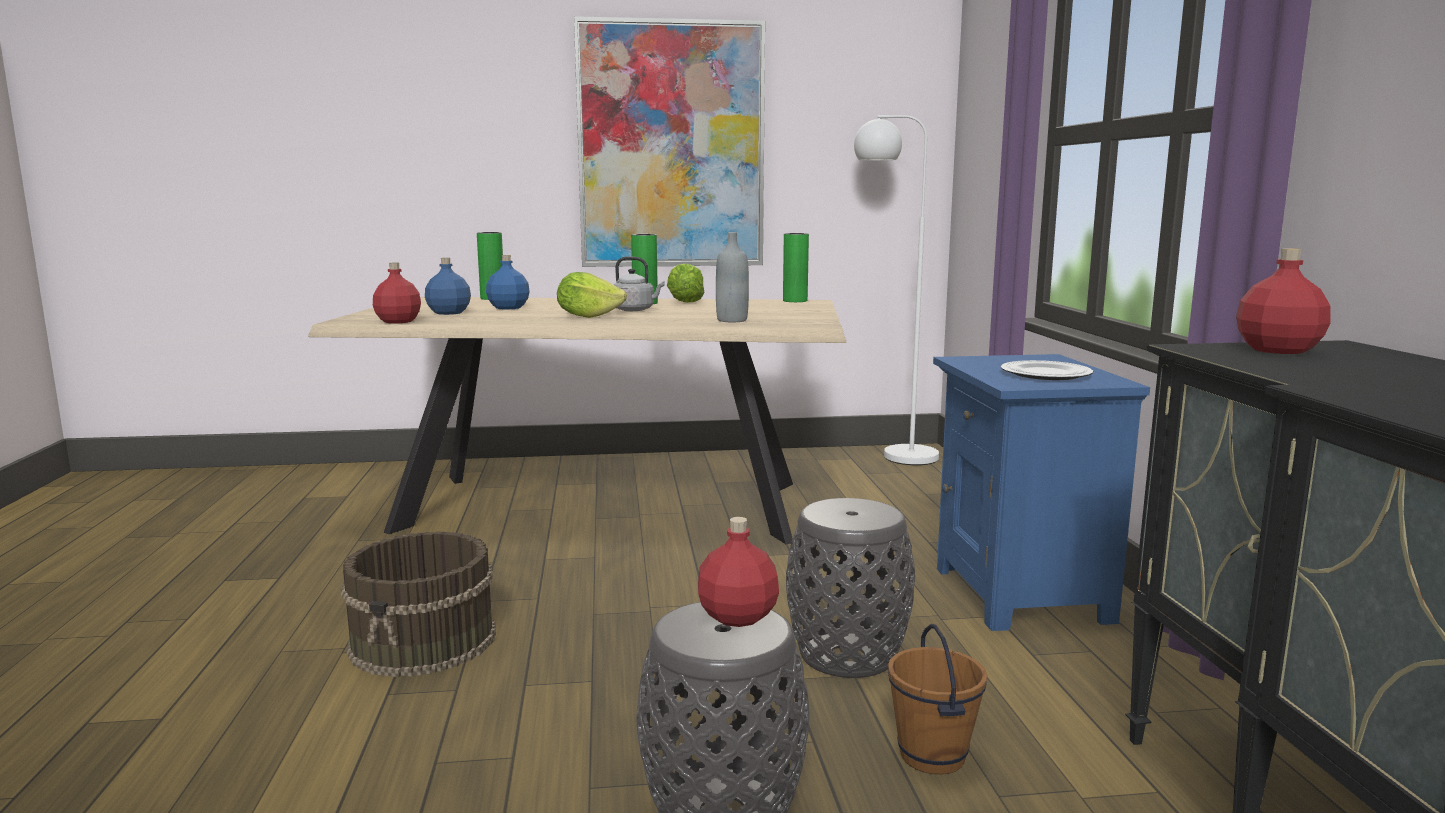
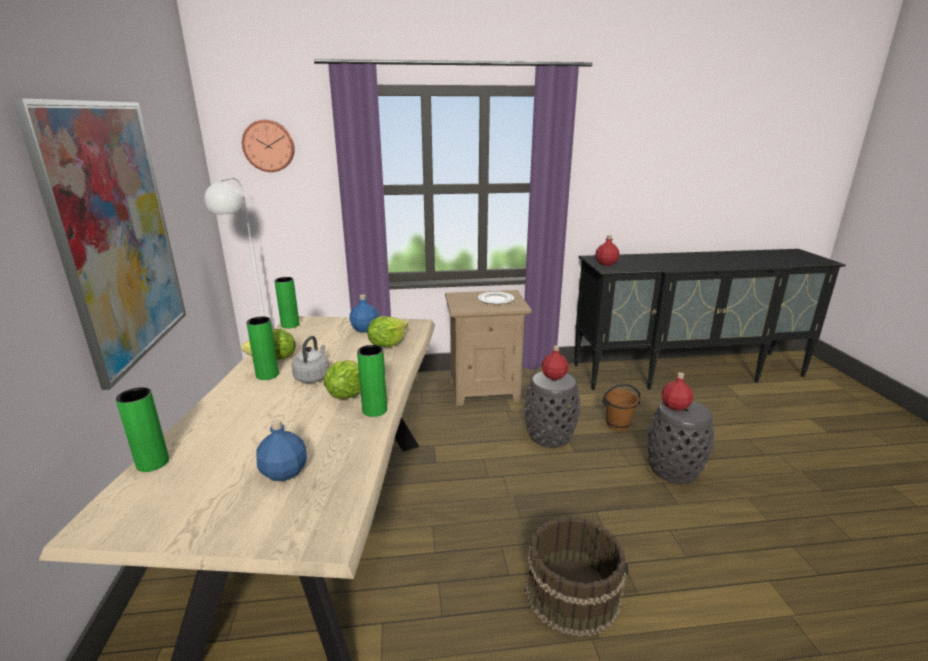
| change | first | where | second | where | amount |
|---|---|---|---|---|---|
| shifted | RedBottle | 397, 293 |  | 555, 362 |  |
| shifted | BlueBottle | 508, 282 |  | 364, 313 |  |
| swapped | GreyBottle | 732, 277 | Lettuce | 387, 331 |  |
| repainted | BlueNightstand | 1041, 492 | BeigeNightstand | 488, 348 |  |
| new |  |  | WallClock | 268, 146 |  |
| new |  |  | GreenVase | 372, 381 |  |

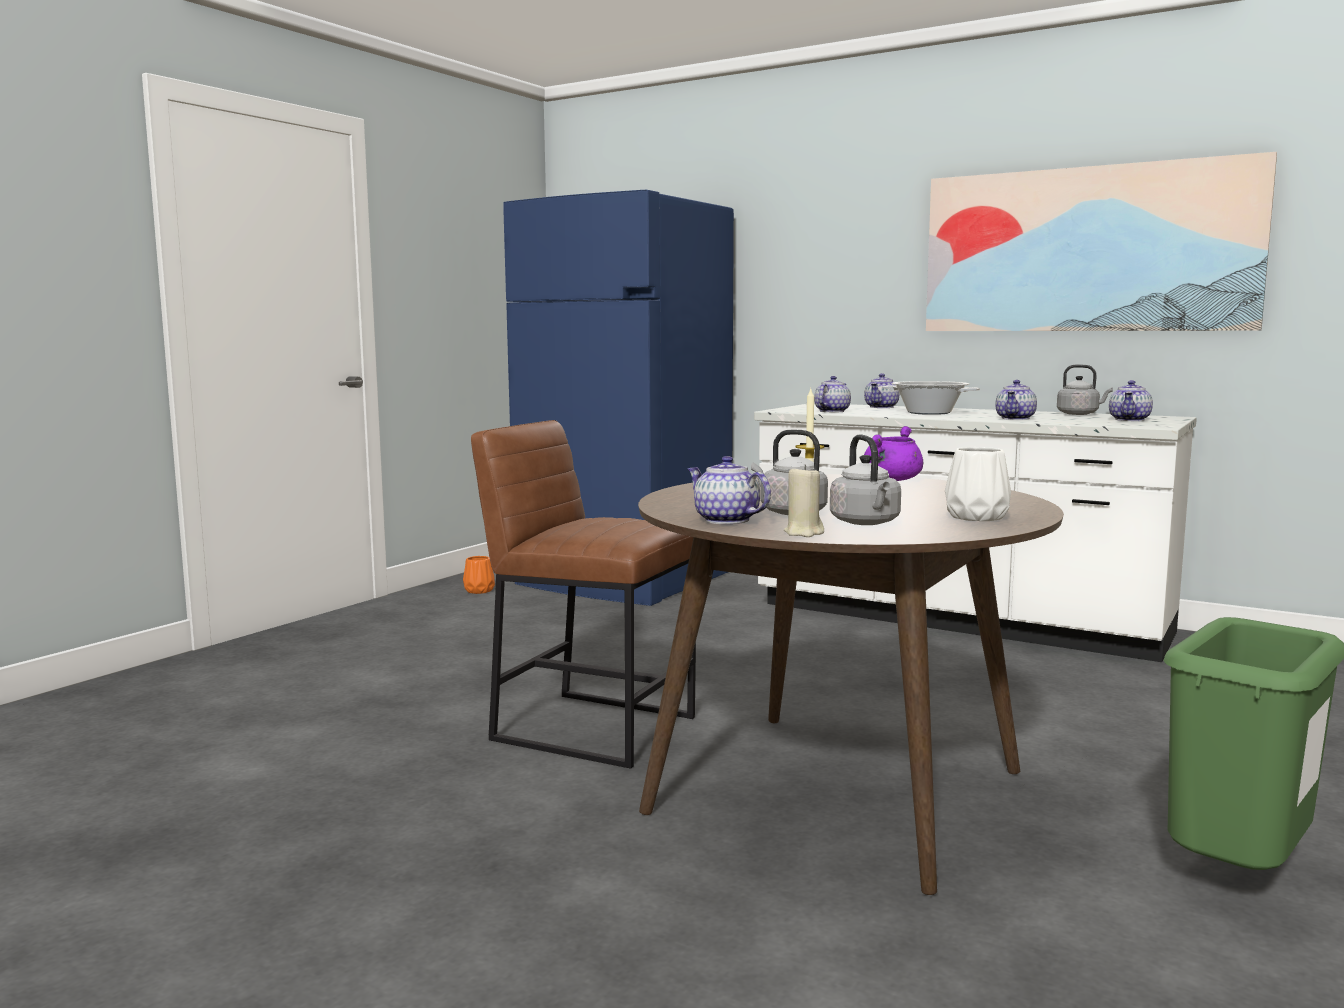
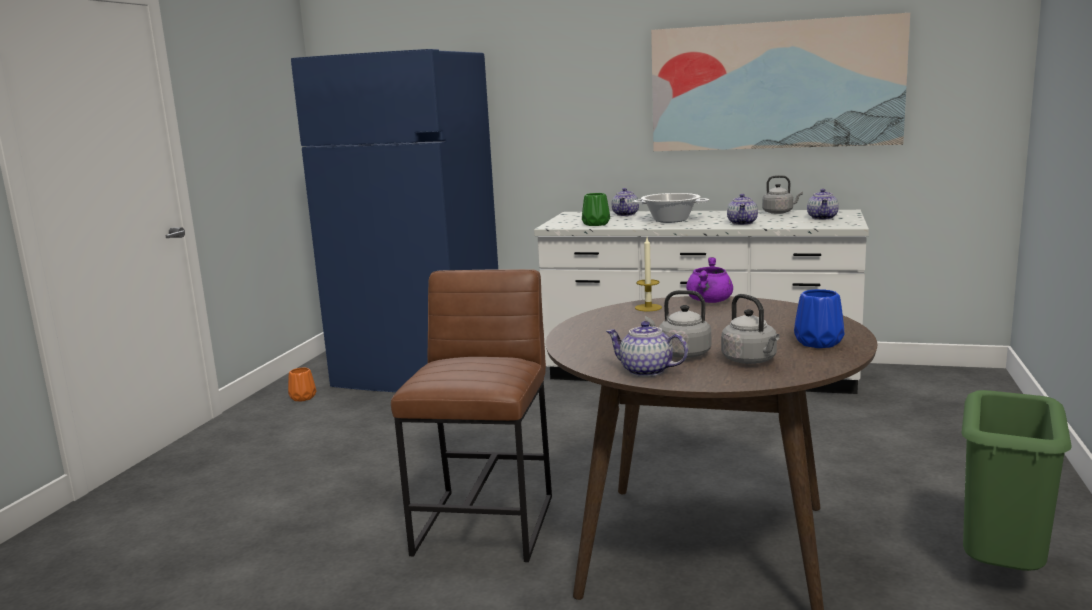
| change | first | where | second | where | amount |
|---|---|---|---|---|---|
| rotated | BrownChair | 583, 594 |  | 471, 415 | 90 degrees clockwise |
| gone | BeigeCandle | 804, 500 |  |  |  |
| swapped | Teapot | 832, 394 | GreenVase | 596, 209 |  |
| repainted | WhiteVase | 978, 484 | BlueVase | 819, 318 |  |

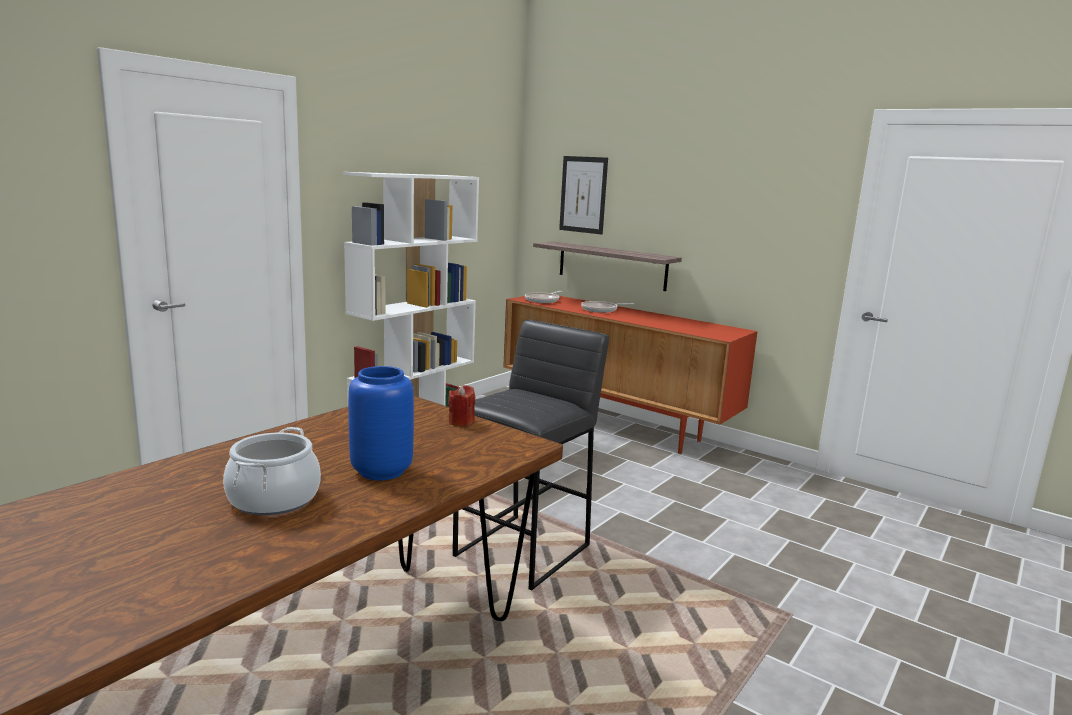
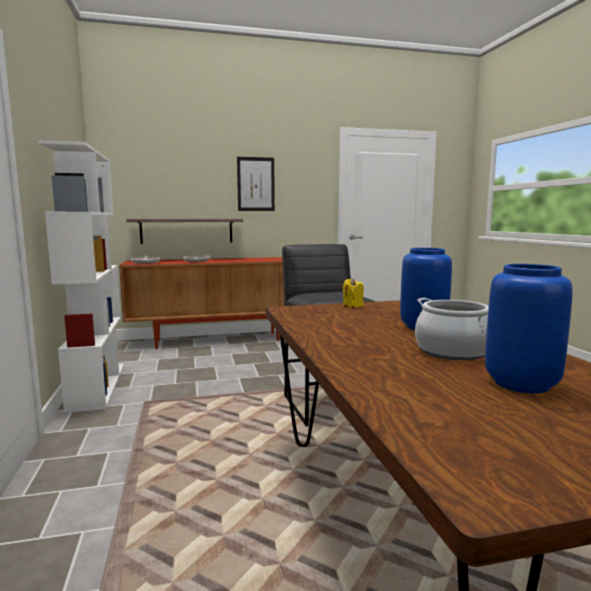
| change | first | where | second | where | amount |
|---|---|---|---|---|---|
| repainted | RedCandle | 461, 405 | YellowCandle | 353, 293 |  |
| shifted | Picture | 583, 195 |  | 256, 184 |  |
| new |  |  | BlueVase | 529, 329 |  |

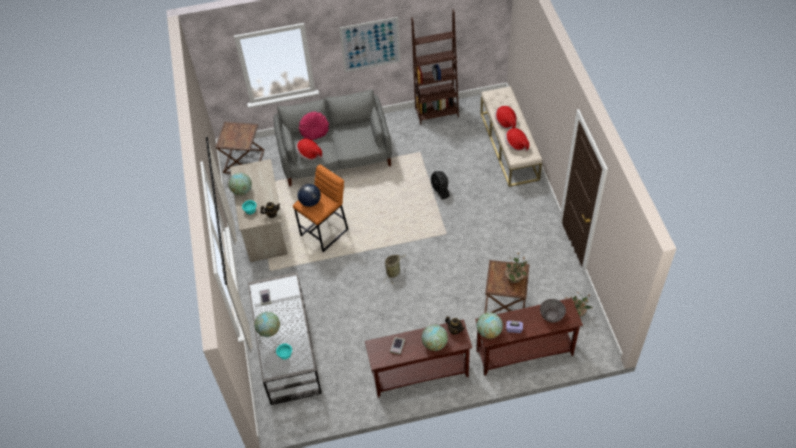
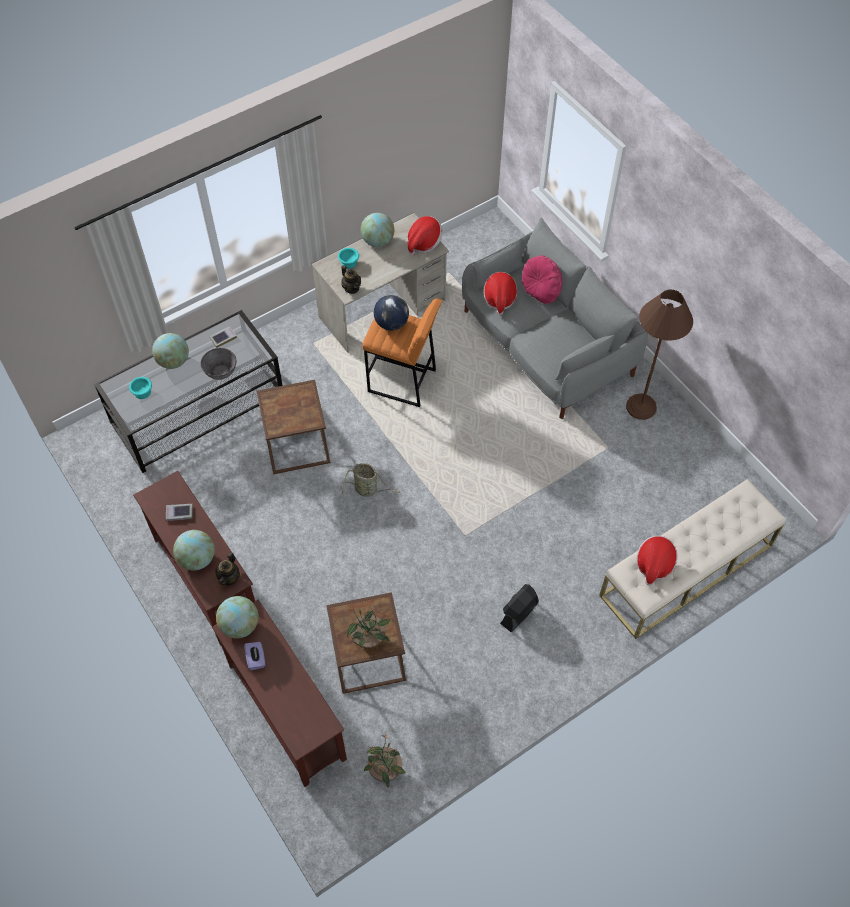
| change | first | where | second | where | amount |
|---|---|---|---|---|---|
| shifted | BrownSideTable | 239, 147 |  | 293, 427 |  |
| gone | Picture | 369, 44 |  |  |  |
| gone | BrownBookcase | 435, 67 |  |  |  |
| shifted | BlackFan | 440, 185 |  | 519, 608 |  |
| shifted | Hat | 506, 117 |  | 425, 235 |  |
| shifted | GreyBowl | 553, 311 |  | 218, 364 |  |
| new |  |  | BrownFloorLamp | 659, 354 |  |

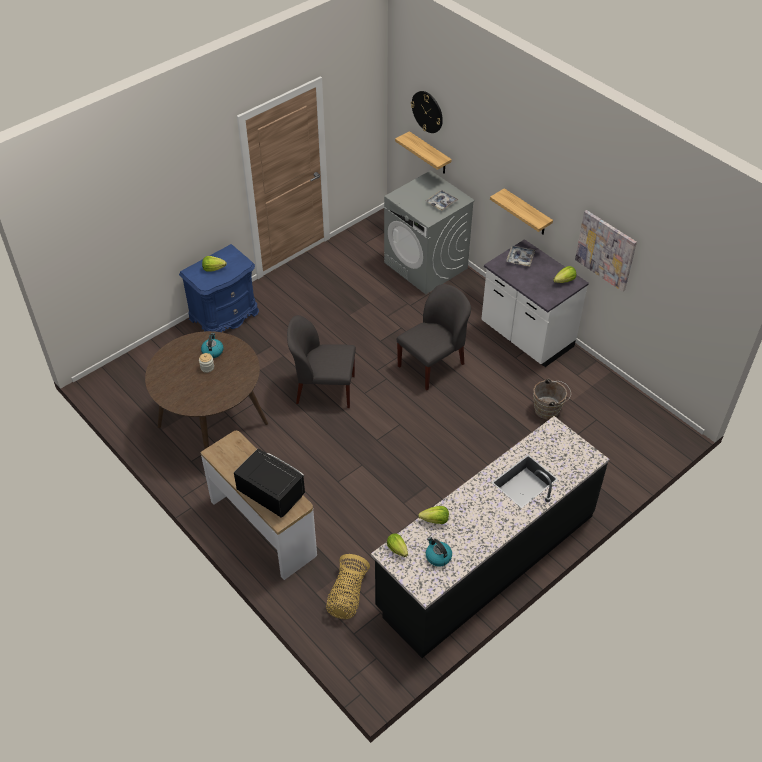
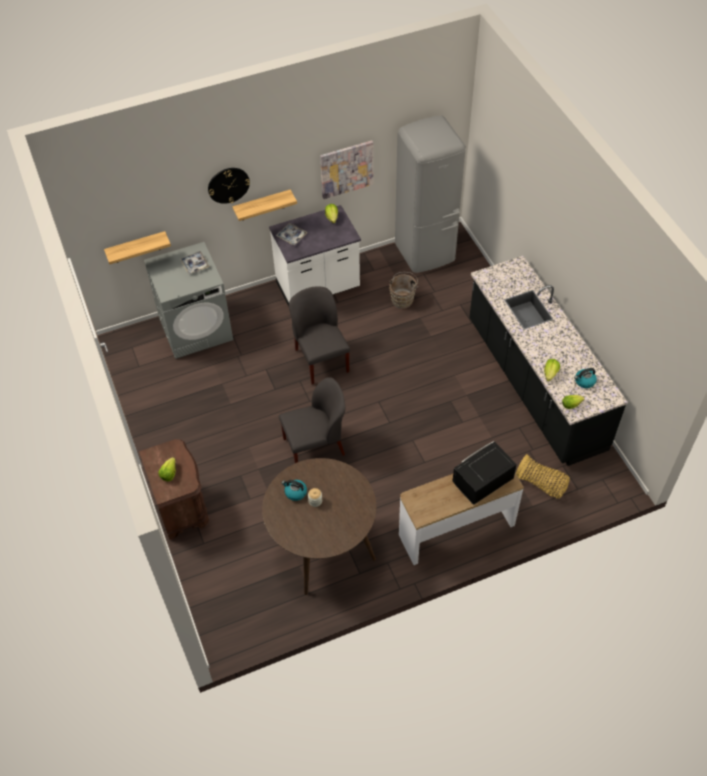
| change | first | where | second | where | amount |
|---|---|---|---|---|---|
| repainted | BlueNightstand | 219, 288 | BrownNightstand | 174, 489 |  |
| rotated | GreyChair | 321, 361 |  | 312, 420 | 135 degrees counterclockwise |
| shifted | WallClock | 427, 112 |  | 229, 186 |  |
| new |  |  | GreyFridge | 430, 194 |  |

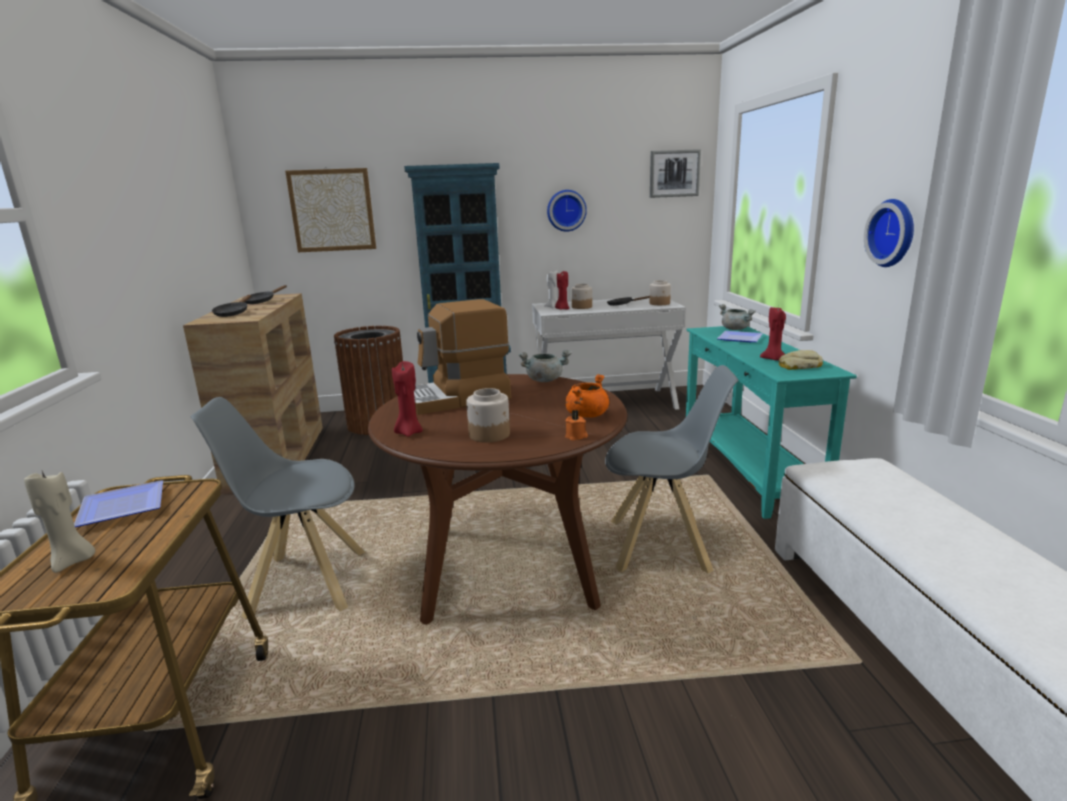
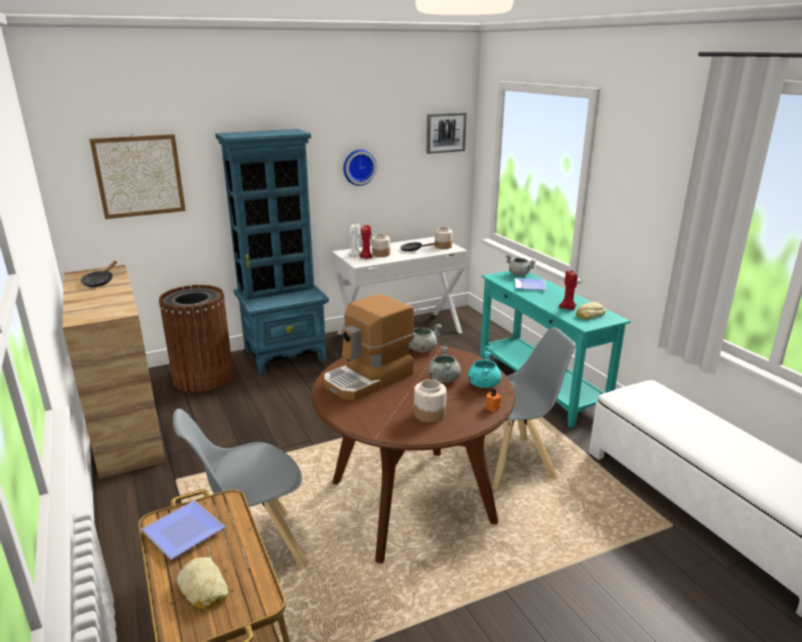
| change | first | where | second | where | amount |
|---|---|---|---|---|---|
| swapped | BeigeCandle | 59, 522 | Bread | 202, 583 |  |
| gone | BlackFryingPan | 231, 306 |  |  |  |
| gone | RedCandle | 407, 399 |  |  |  |
| repainted | OrangeCookingPot | 587, 396 | TurquoiseCookingPot | 484, 369 |  |
| gone | WallClock | 889, 233 |  |  |  |
| new |  |  | GreyCookingPot | 444, 364 |  |

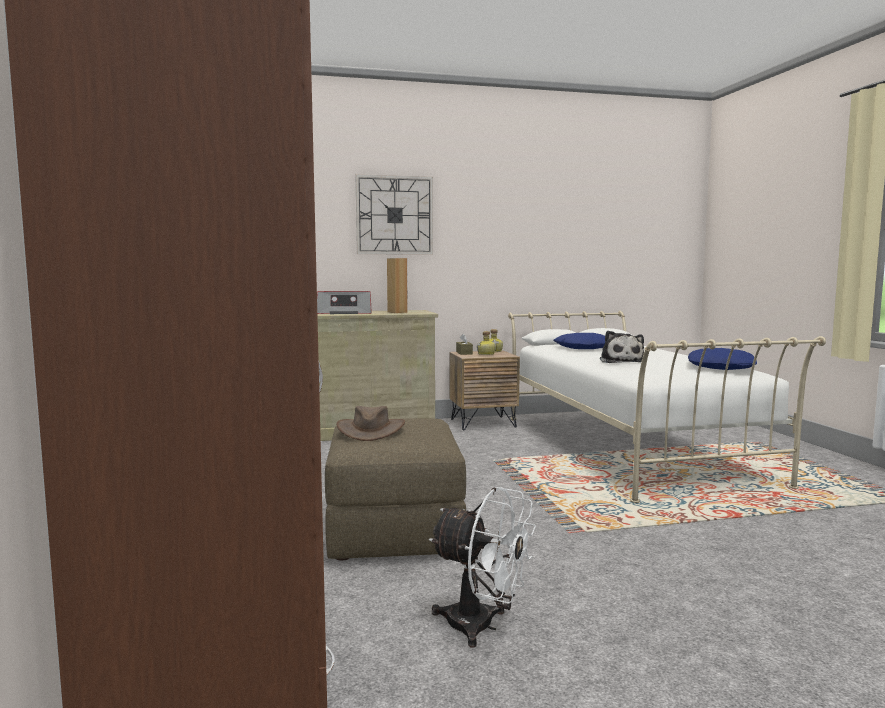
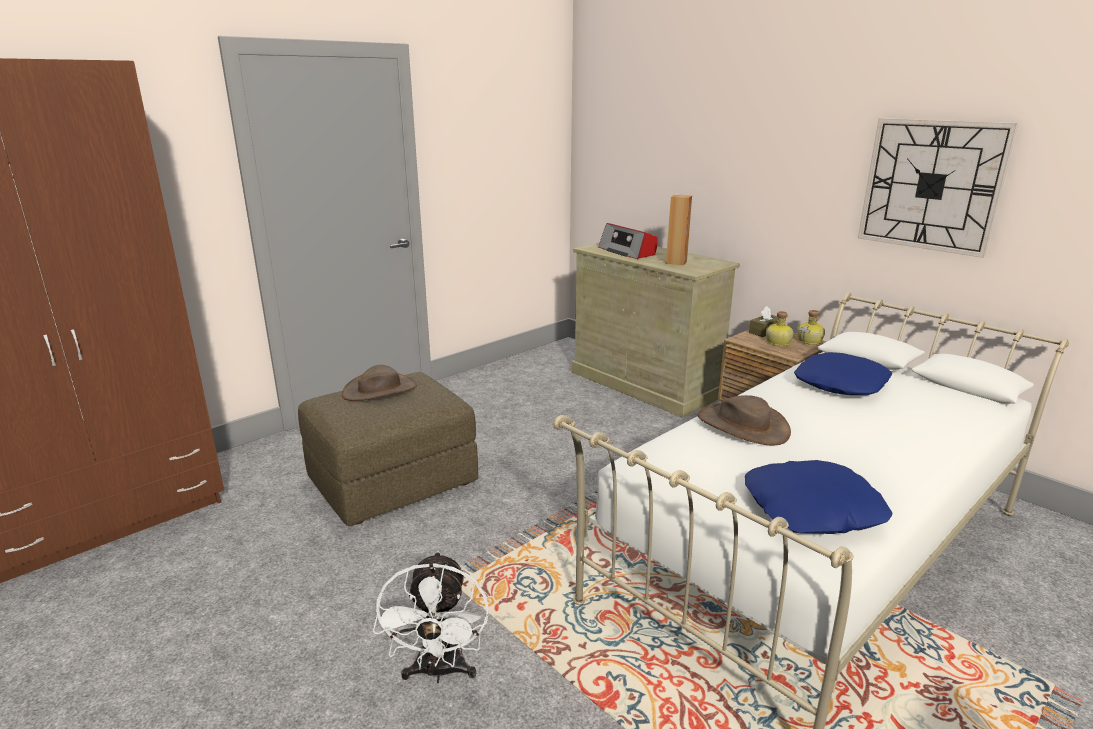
| change | first | where | second | where | amount |
|---|---|---|---|---|---|
| shifted | WallClock | 394, 214 |  | 938, 188 |  |
| shifted | WhiteFan | 482, 567 |  | 431, 617 |  |
| swapped | PlushToy | 622, 347 | BrownHat | 744, 420 |  |

